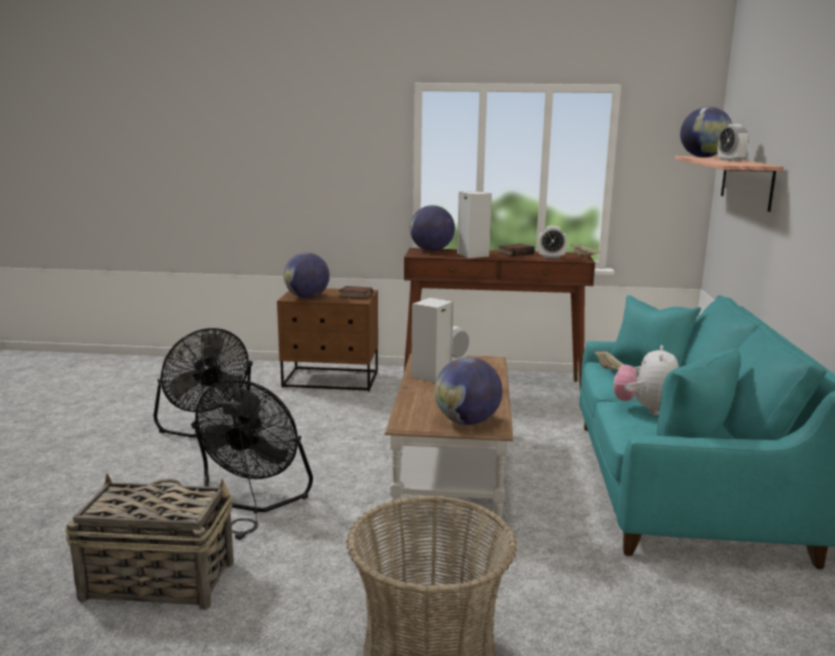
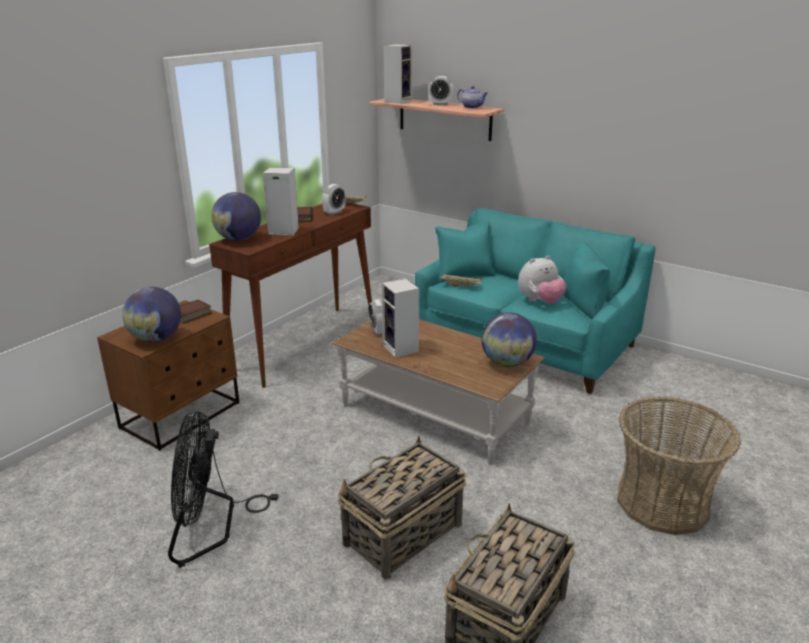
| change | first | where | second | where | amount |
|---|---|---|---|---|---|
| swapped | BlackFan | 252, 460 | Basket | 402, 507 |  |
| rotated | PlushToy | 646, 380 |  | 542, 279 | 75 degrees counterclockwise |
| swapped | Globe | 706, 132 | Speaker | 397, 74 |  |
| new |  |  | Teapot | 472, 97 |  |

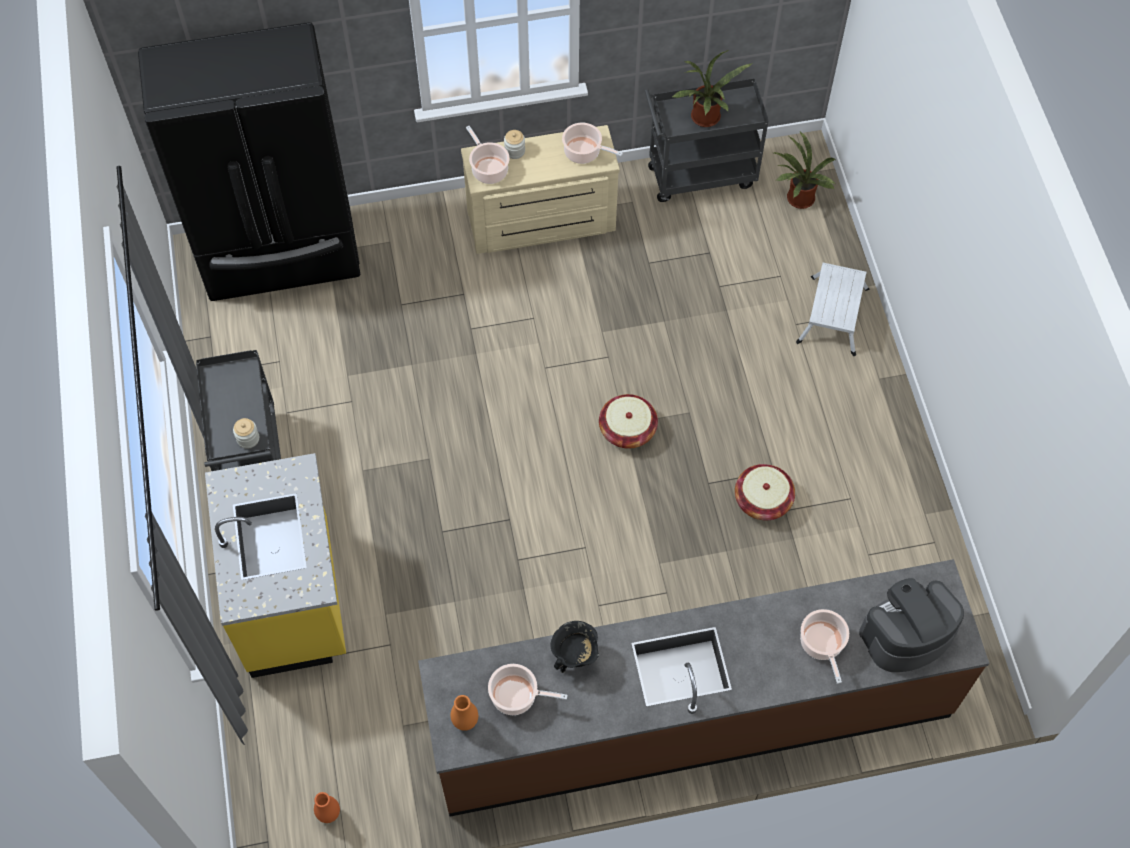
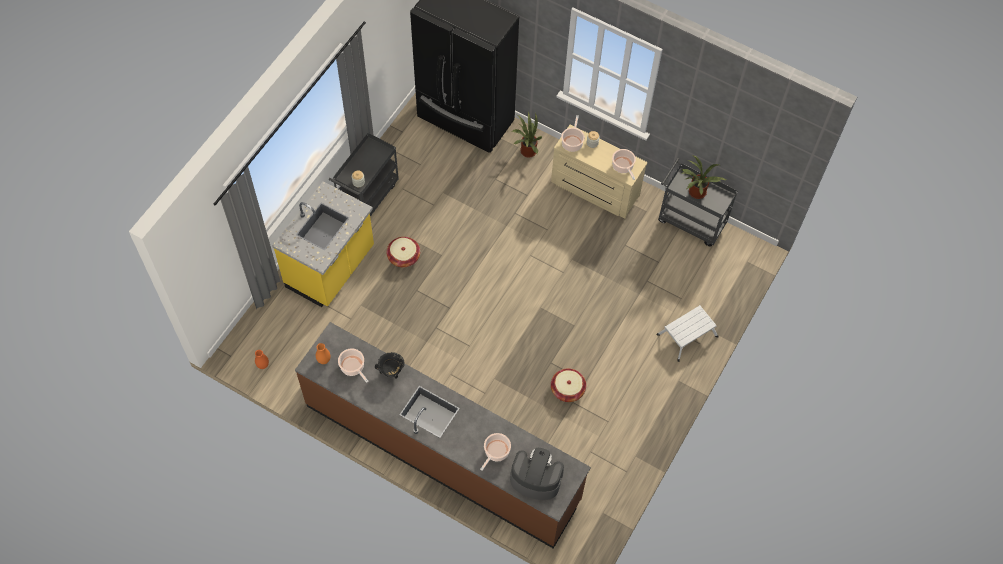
| change | first | where | second | where | amount |
|---|---|---|---|---|---|
| shifted | Basket | 628, 421 |  | 403, 252 |  |
| shifted | PottedPlant | 805, 170 |  | 526, 135 |  |

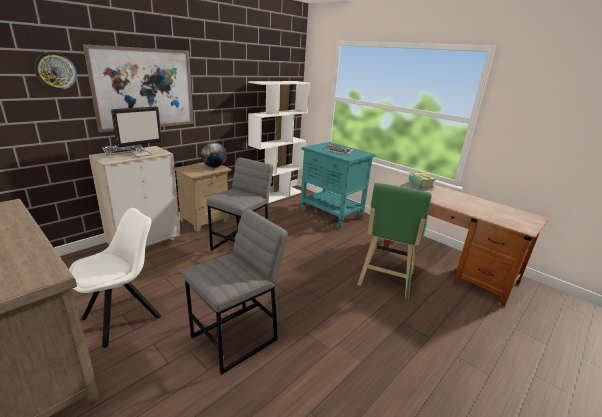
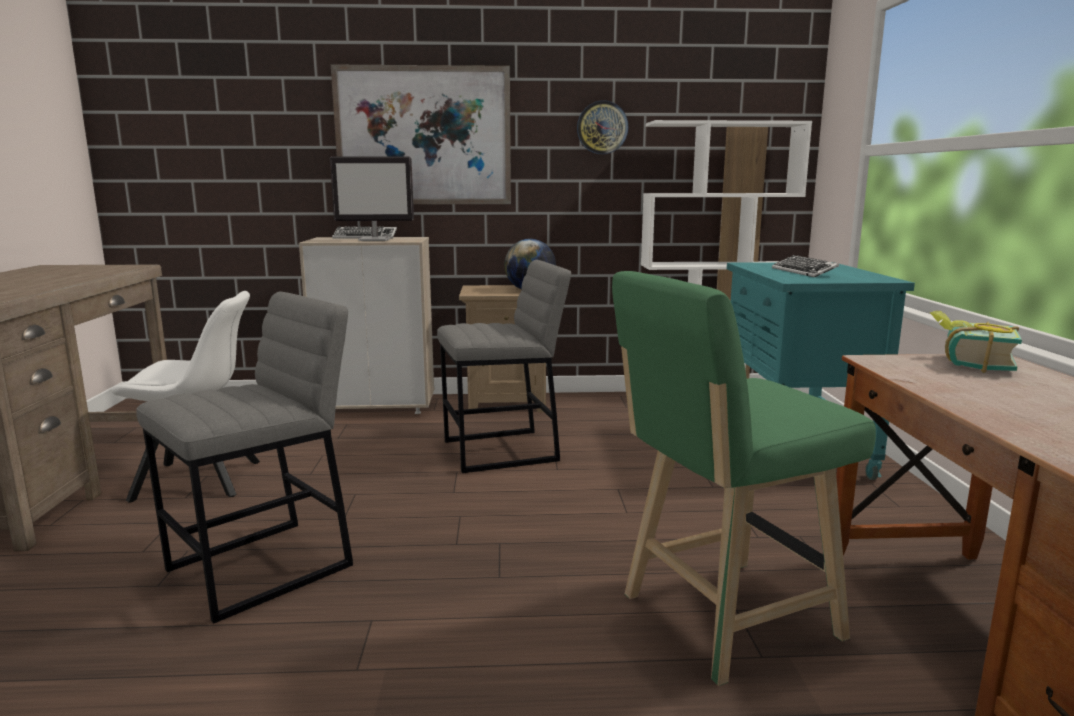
| change | first | where | second | where | amount |
|---|---|---|---|---|---|
| shifted | WallClock | 55, 71 |  | 603, 127 |  |
| rotated | GreyChair | 235, 292 |  | 244, 457 | 45 degrees counterclockwise |

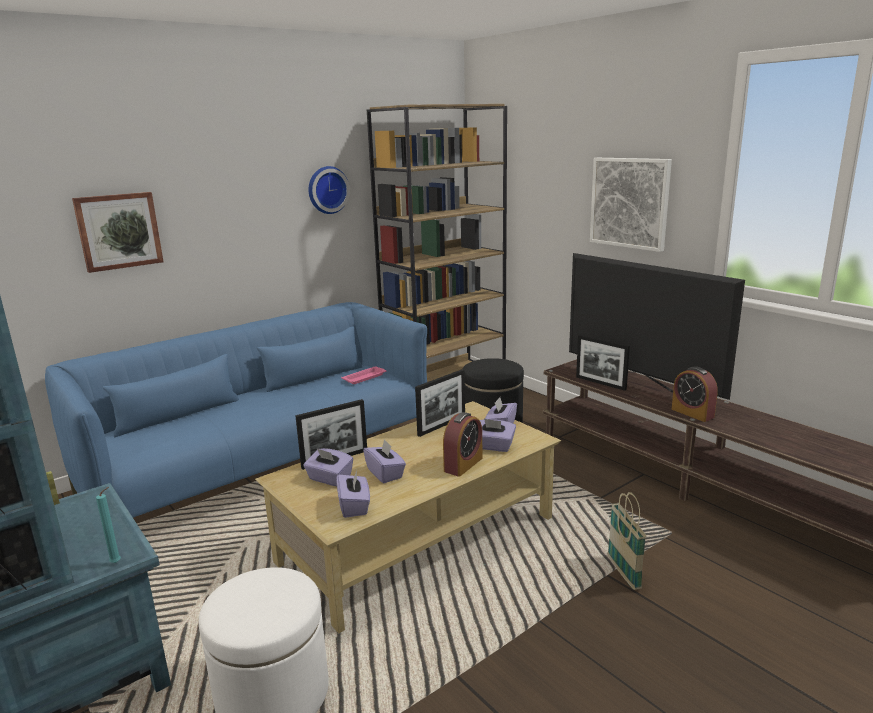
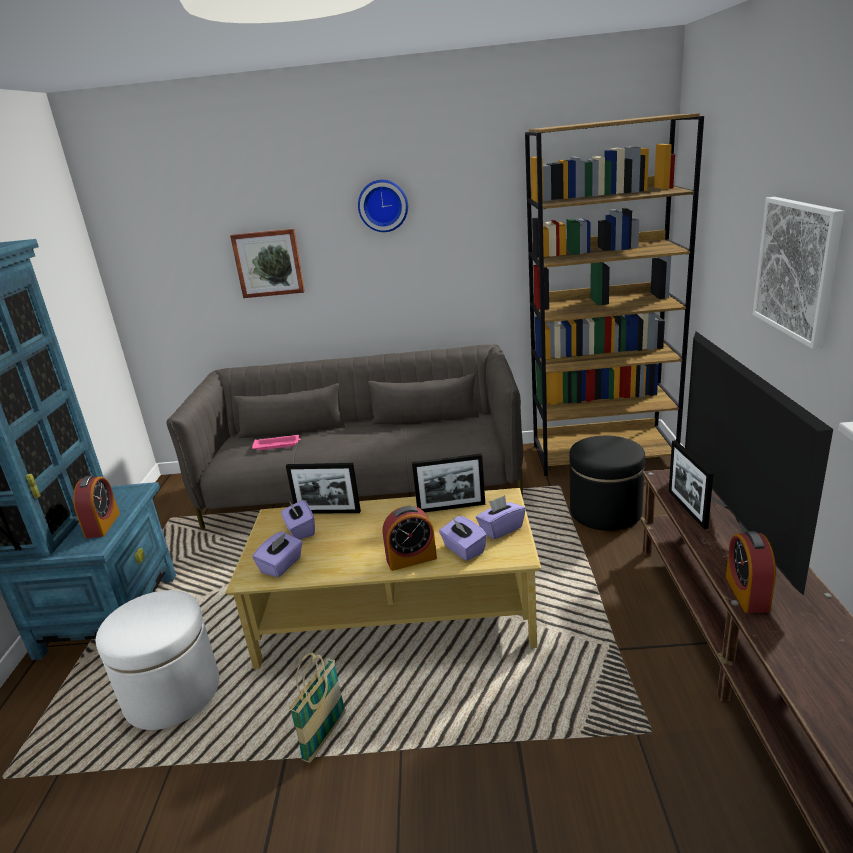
| change | first | where | second | where | amount |
|---|---|---|---|---|---|
| repainted | BlueSofa | 236, 410 | GreySofa | 344, 437 |  |
| gone | TurquoiseCandle | 108, 525 |  |  |  |
| shifted | WallClock | 329, 190 |  | 383, 206 |  |
| shifted | PinkTray | 363, 375 |  | 276, 442 |  |
| gone | PurpleTissueBox | 384, 461 |  |  |  |
| shifted | Basket | 627, 541 |  | 317, 707 |  |
| new |  |  | AlarmClock | 96, 507 |  |

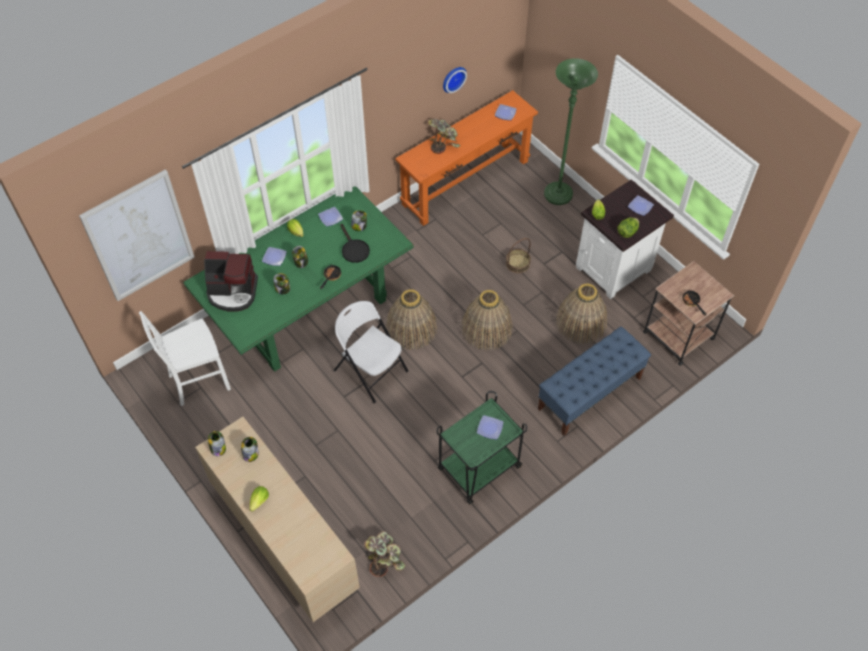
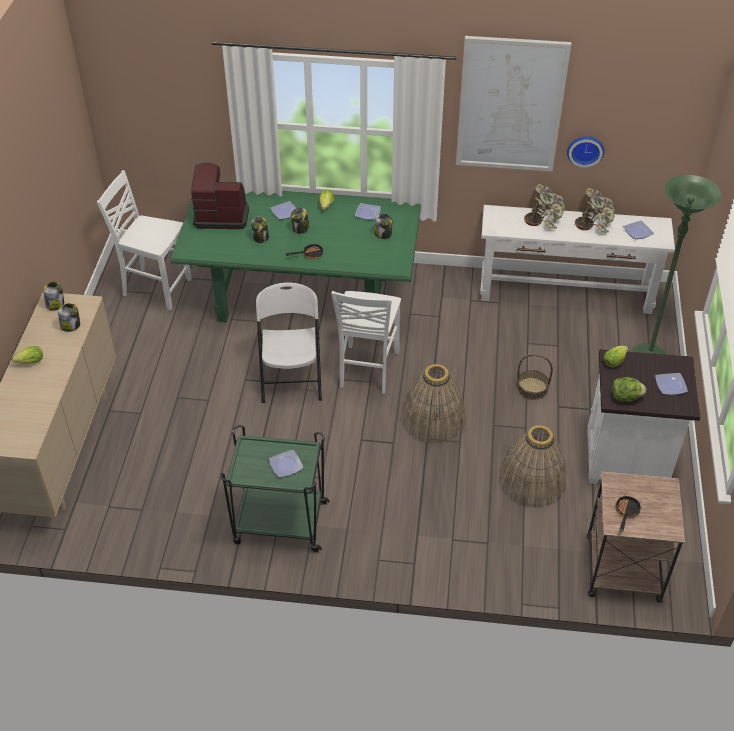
| change | first | where | second | where | amount |
|---|---|---|---|---|---|
| shifted | Picture | 137, 235 |  | 513, 104 |  |
| rotated | CoffeeMachine | 231, 281 |  | 220, 195 | 135 degrees clockwise |
| gone | BlackFryingPan | 355, 243 |  |  |  |
| shifted | PottedPlant | 384, 554 |  | 595, 210 |  |
| swapped | Basket | 411, 319 | WhiteChair | 366, 342 |  |
| repainted | OrangeConsoleTable | 466, 158 | WhiteConsoleTable | 577, 259 |  |
| gone | BlueBench | 594, 381 |  |  |  |

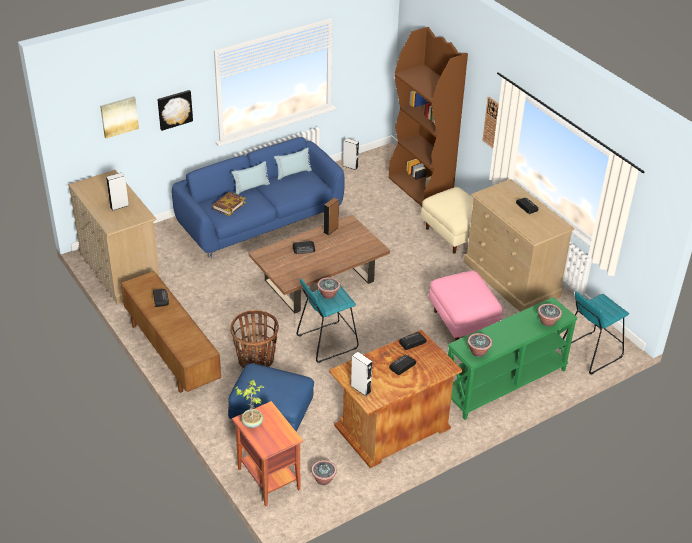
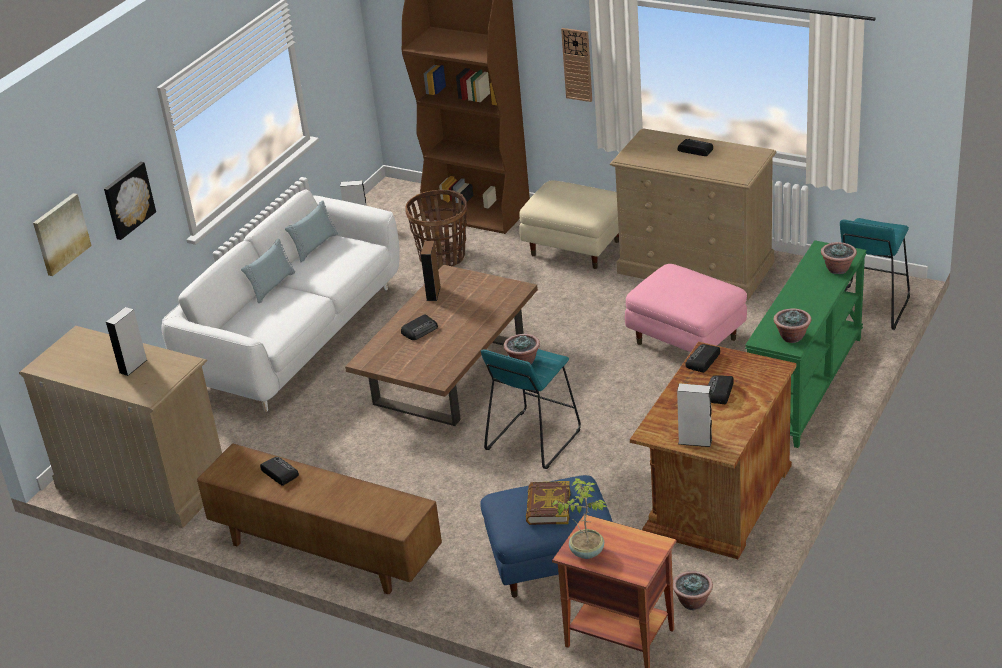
| change | first | where | second | where | amount |
|---|---|---|---|---|---|
| repainted | BlueSofa | 258, 197 | WhiteSofa | 280, 300 |  |
| shifted | Book | 229, 204 |  | 548, 503 |  |
| shifted | Basket | 254, 339 |  | 436, 229 |  |

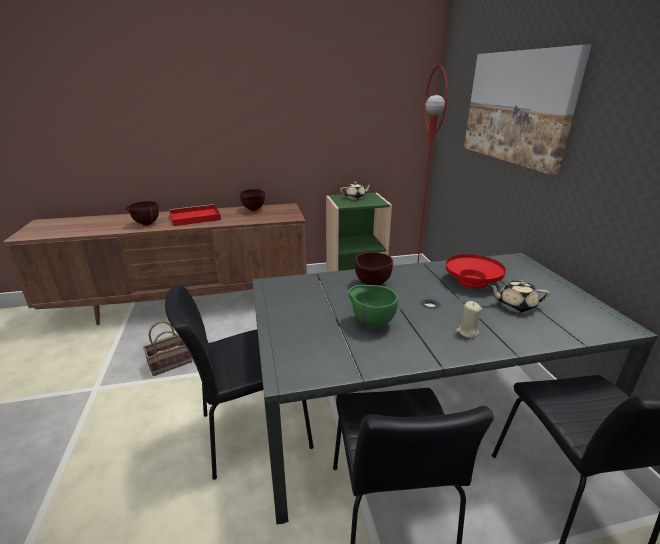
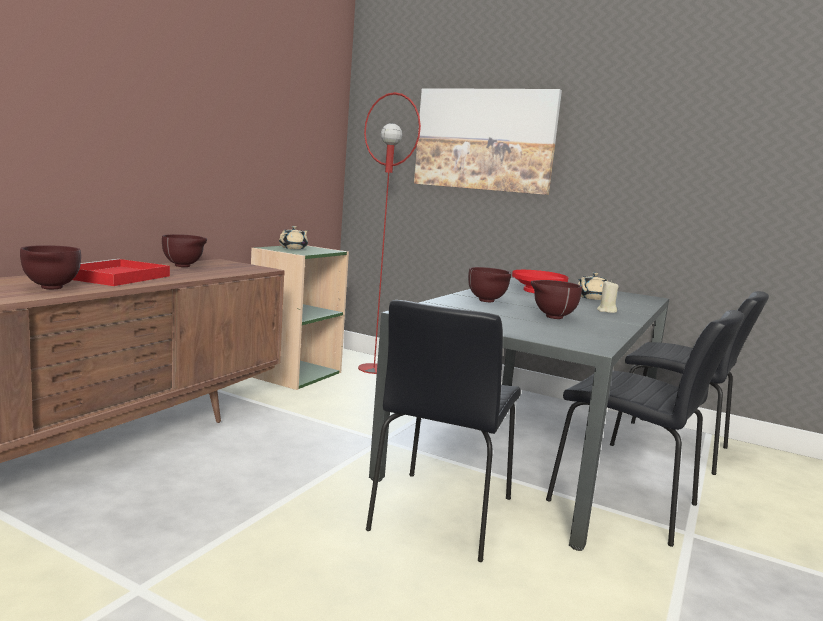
| change | first | where | second | where | amount |
|---|---|---|---|---|---|
| gone | Basket | 167, 348 |  |  |  |
| repainted | GreenBowl | 373, 307 | BrownBowl | 556, 299 |  |

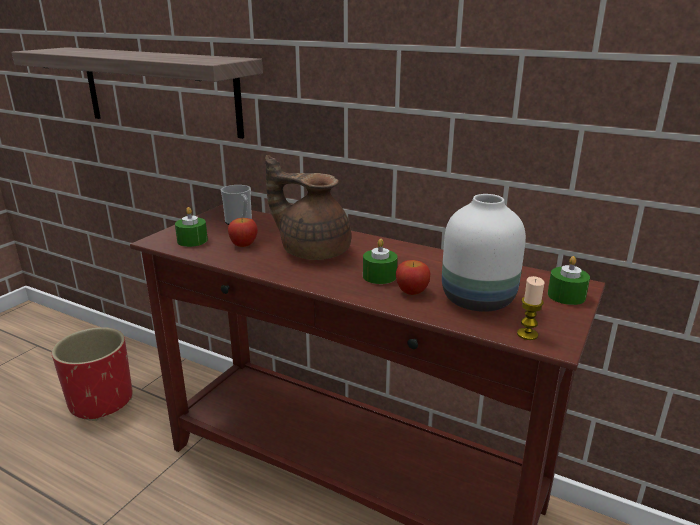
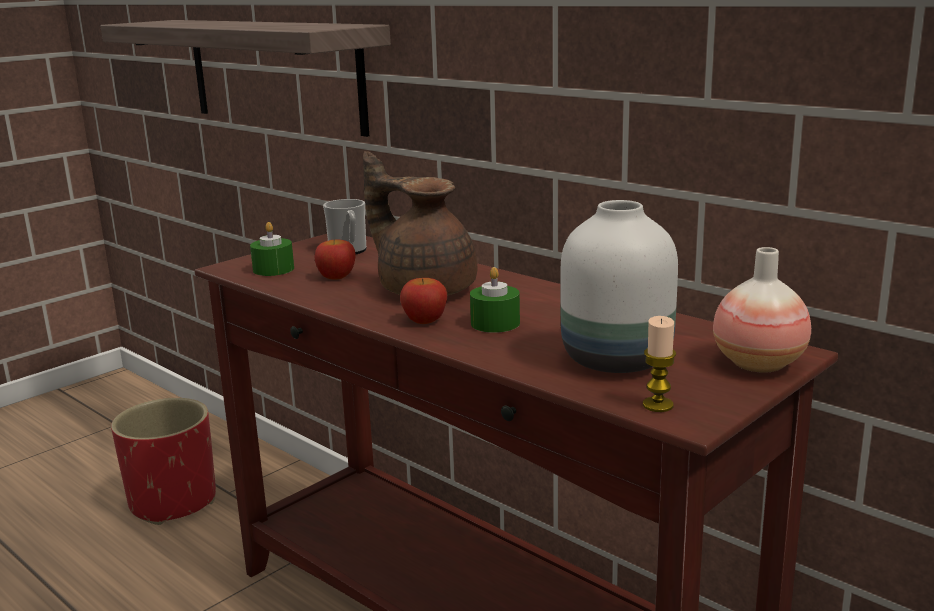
| change | first | where | second | where | amount |
|---|---|---|---|---|---|
| shifted | Apple | 413, 277 |  | 423, 301 |  |
| swapped | GreenCandle | 569, 280 | Vase | 762, 310 |  |

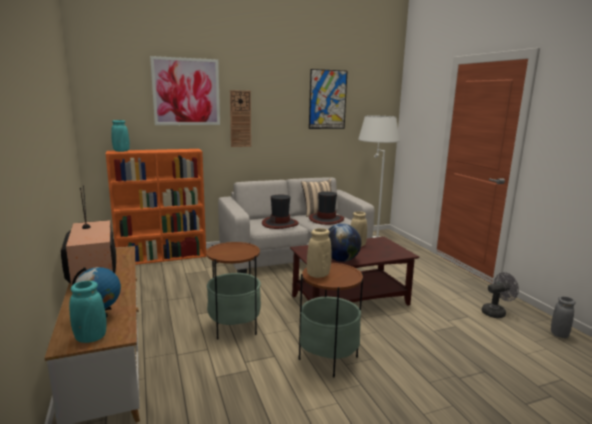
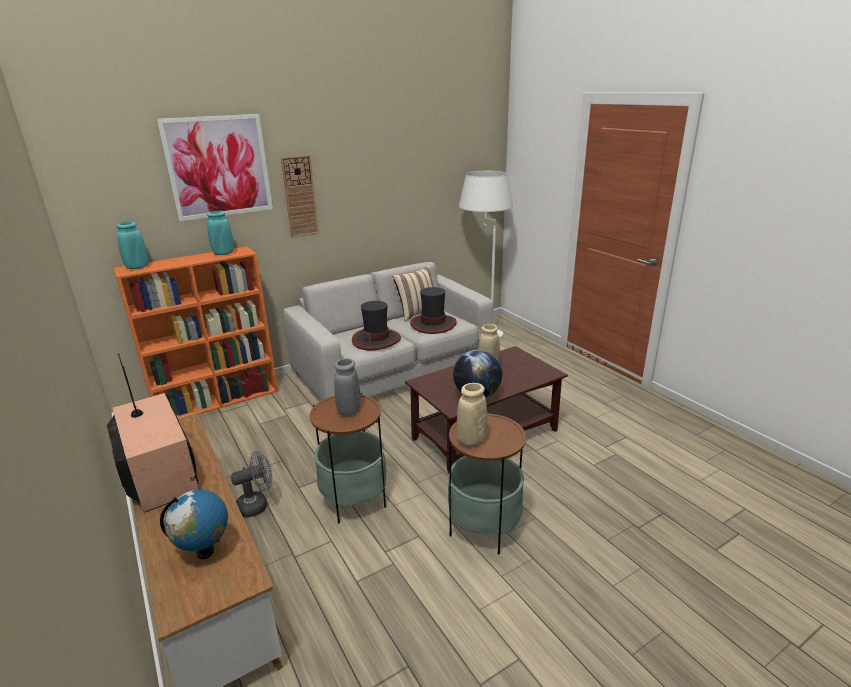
| change | first | where | second | where | amount |
|---|---|---|---|---|---|
| shifted | TurquoiseVase | 88, 312 |  | 220, 233 |  |
| gone | Picture | 328, 99 |  |  |  |
| shifted | GreyFan | 500, 295 |  | 251, 484 |  |
| shifted | GreyVase | 563, 317 |  | 347, 387 |  |

